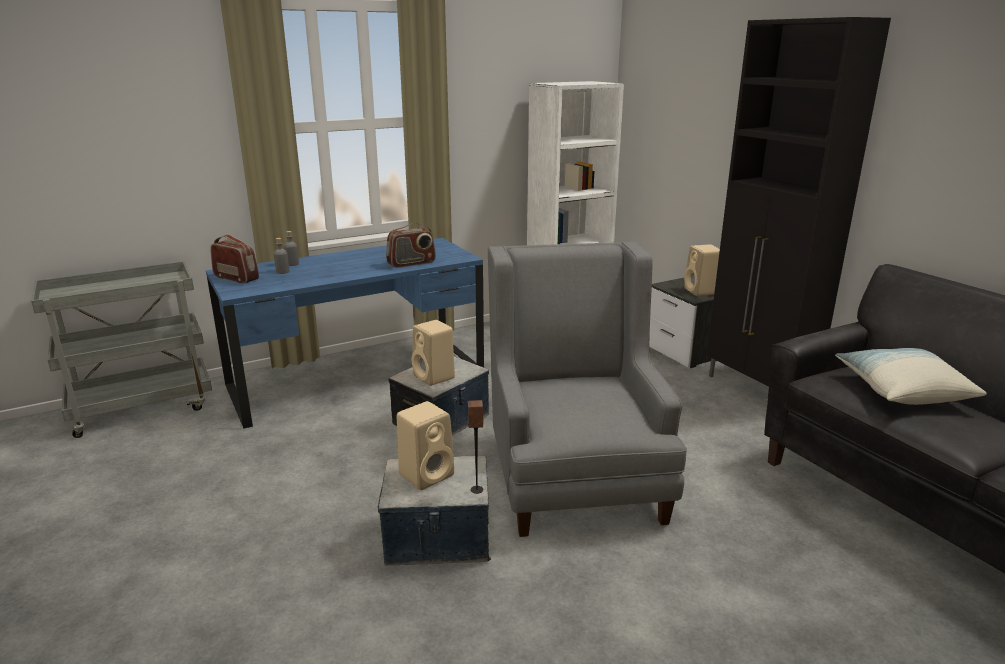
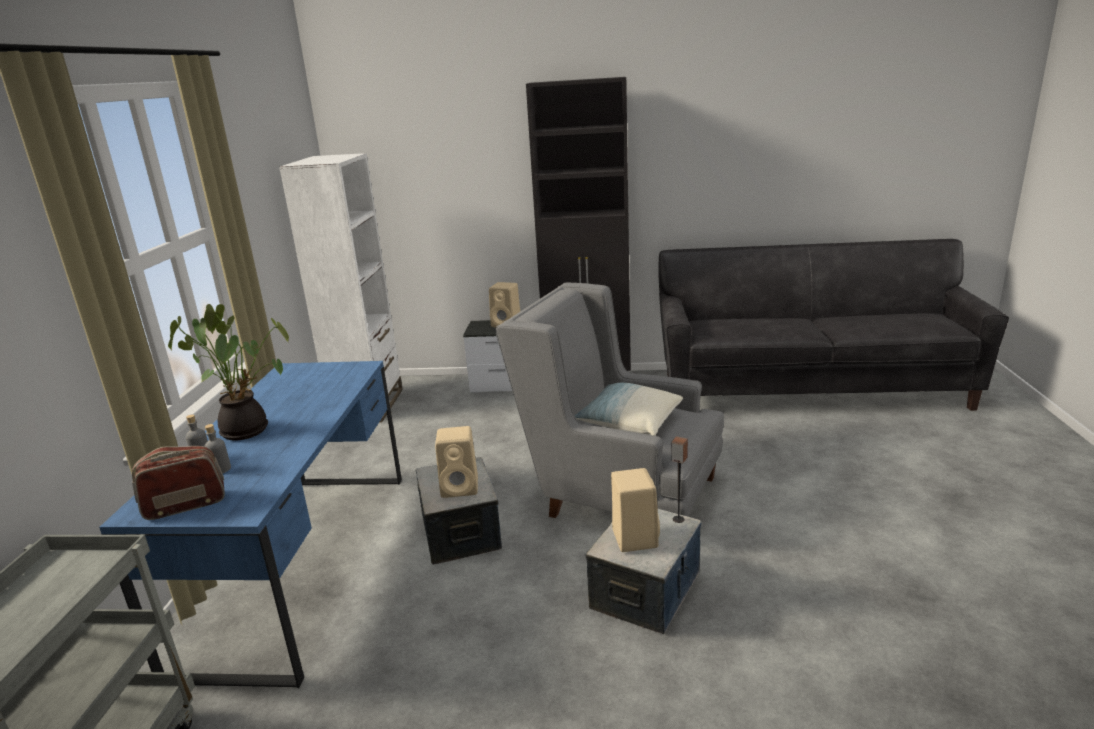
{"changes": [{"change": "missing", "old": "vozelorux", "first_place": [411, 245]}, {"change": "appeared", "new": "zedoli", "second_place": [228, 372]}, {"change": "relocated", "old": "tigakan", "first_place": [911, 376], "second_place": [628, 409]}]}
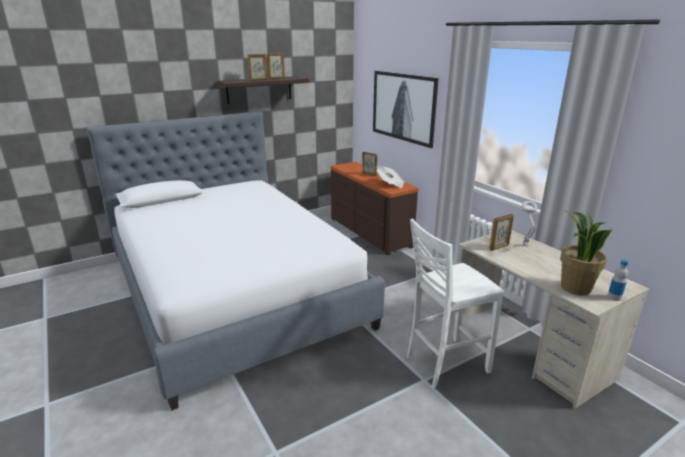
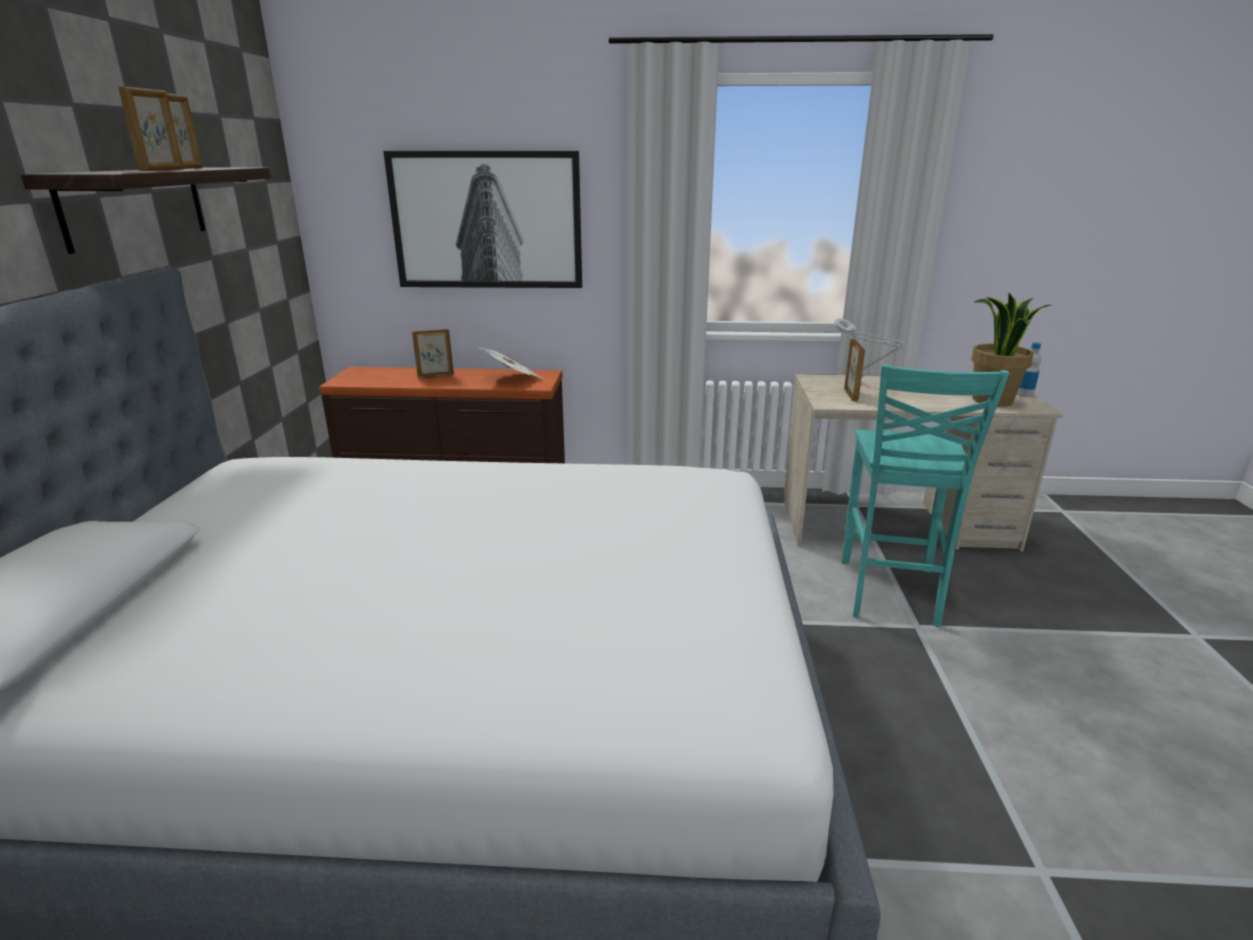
{"changes": [{"change": "colour", "old": "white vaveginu", "new": "turquoise vaveginu", "first_place": [455, 303], "second_place": [925, 495]}]}
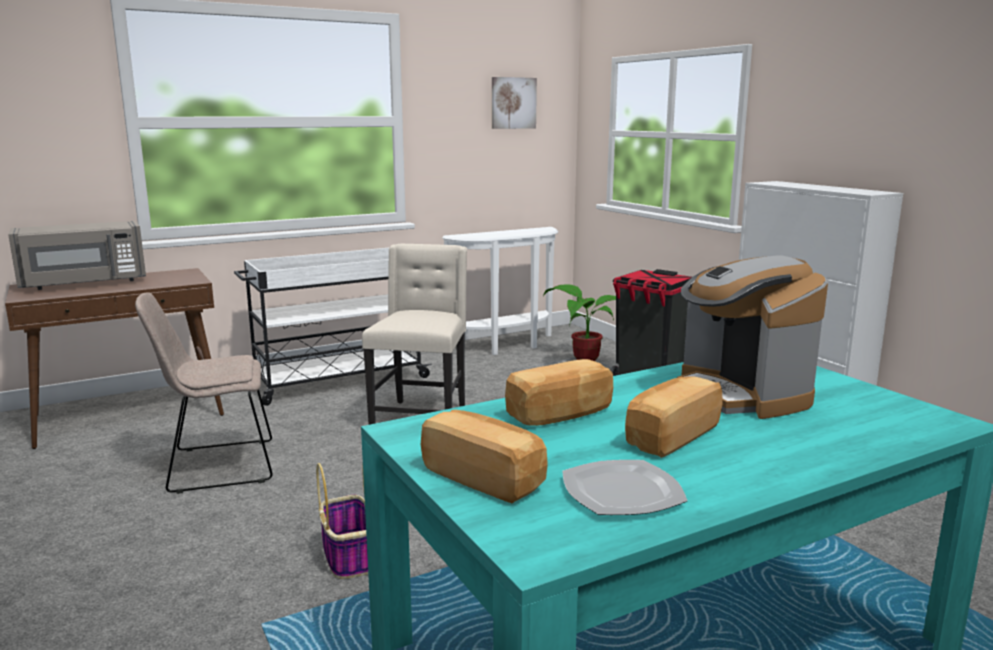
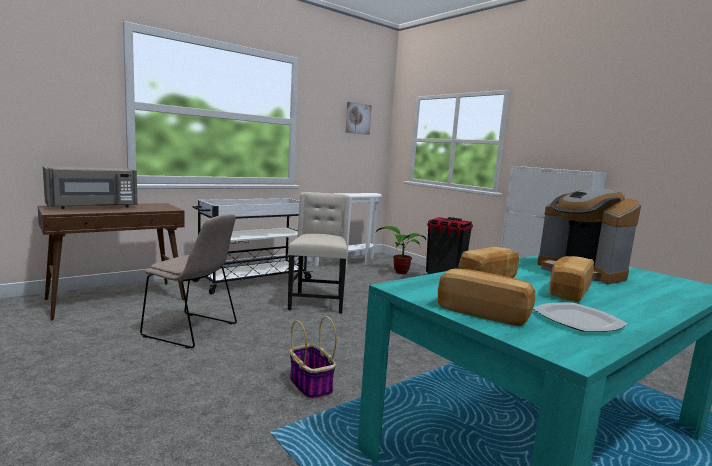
{"changes": [{"change": "spun", "old": "beige vaveginu", "first_place": [204, 393], "second_place": [188, 281], "degrees": -135}]}
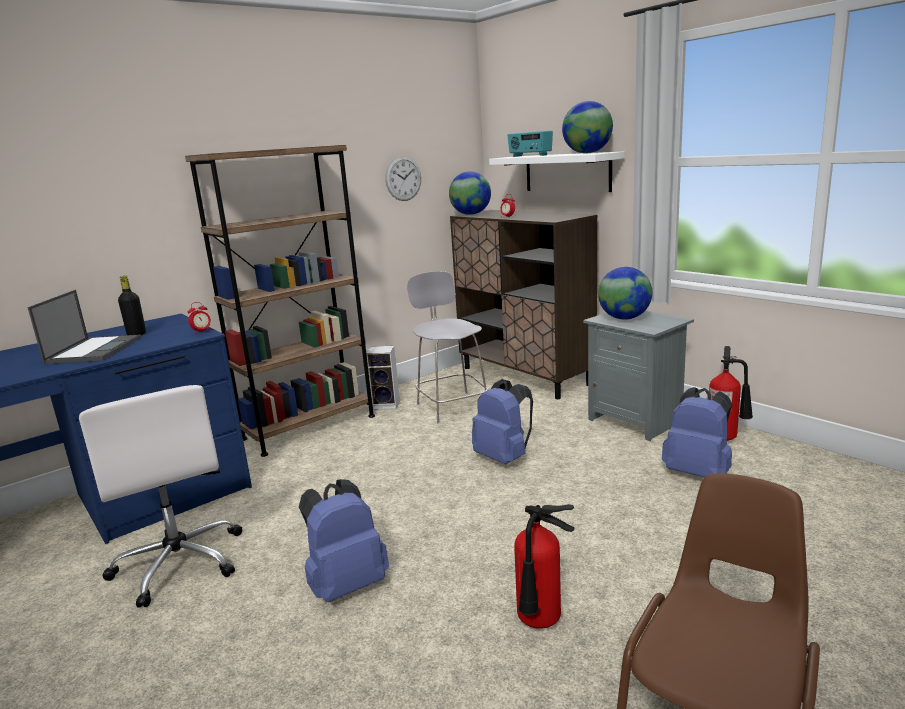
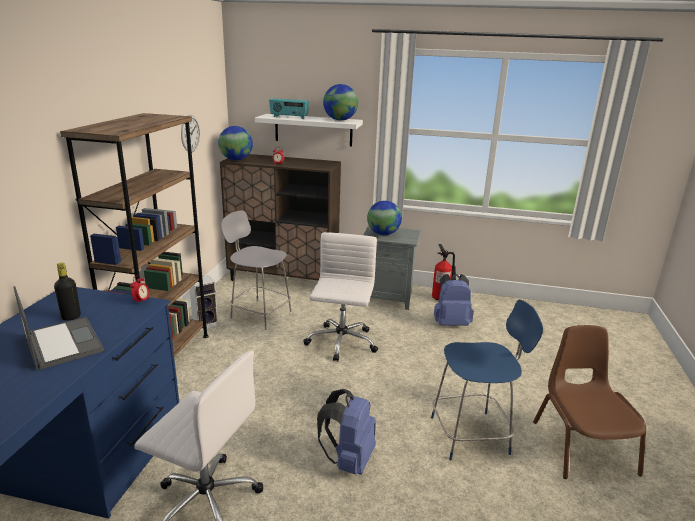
{"changes": [{"change": "exchanged", "old": "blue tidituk", "new": "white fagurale", "first_place": [502, 421], "second_place": [340, 296]}, {"change": "exchanged", "old": "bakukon", "new": "blue vaveginu", "first_place": [544, 566], "second_place": [487, 380]}]}
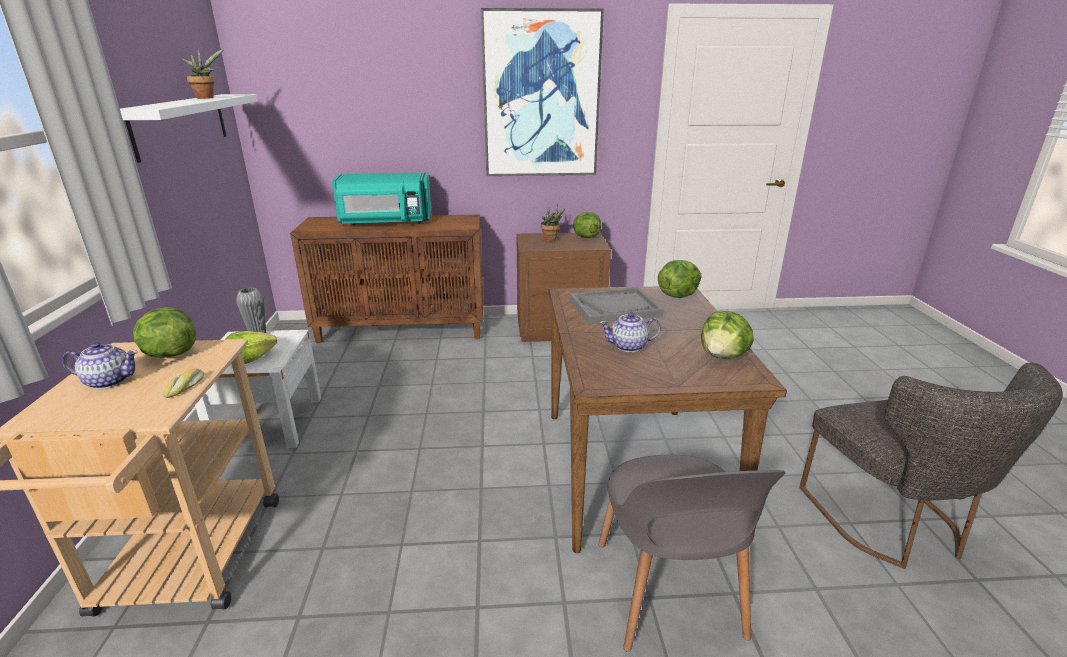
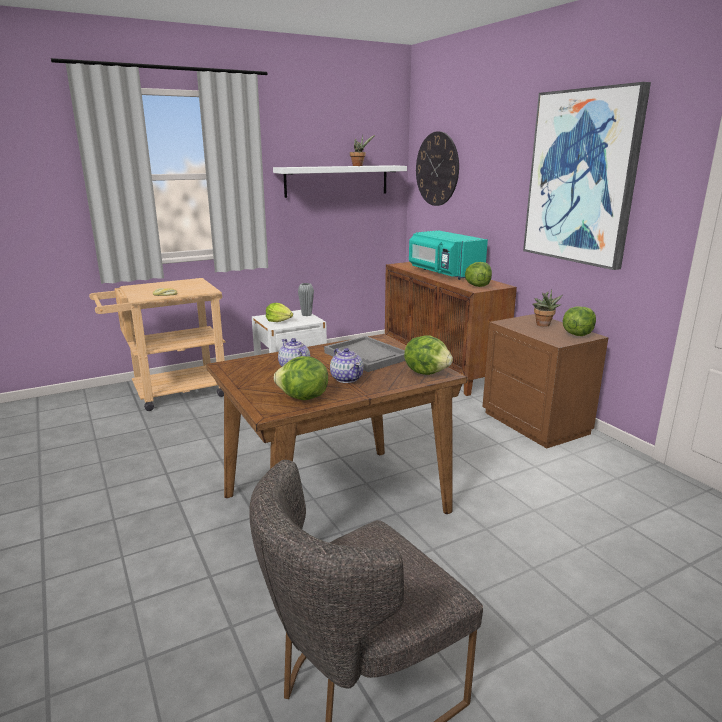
{"changes": [{"change": "missing", "old": "grey vaveginu", "first_place": [692, 553]}, {"change": "appeared", "new": "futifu", "second_place": [437, 168]}, {"change": "relocated", "old": "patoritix", "first_place": [100, 365], "second_place": [346, 365]}, {"change": "relocated", "old": "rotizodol", "first_place": [164, 332], "second_place": [478, 274]}]}
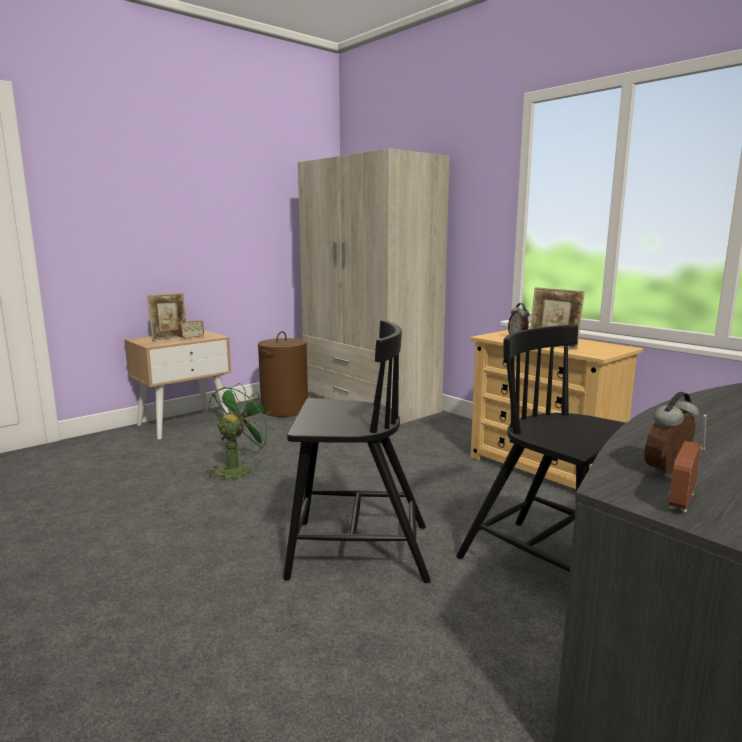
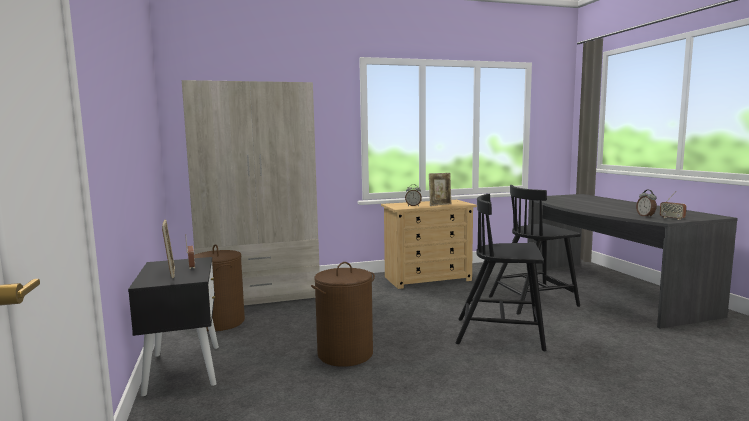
{"changes": [{"change": "exchanged", "old": "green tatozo", "new": "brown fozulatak", "first_place": [240, 432], "second_place": [343, 314]}, {"change": "colour", "old": "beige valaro", "new": "black valaro", "first_place": [178, 384], "second_place": [173, 326]}, {"change": "spun", "old": "black vaveginu", "first_place": [357, 451], "second_place": [500, 272], "degrees": -105}]}
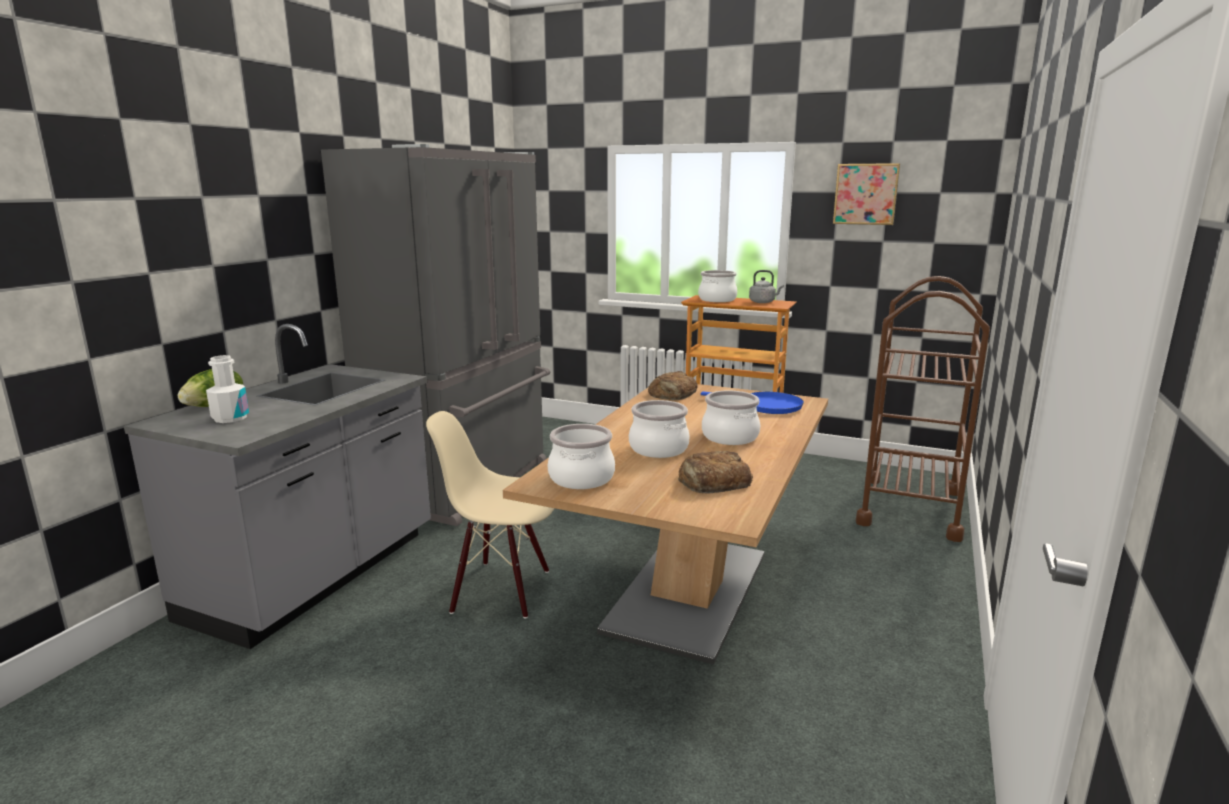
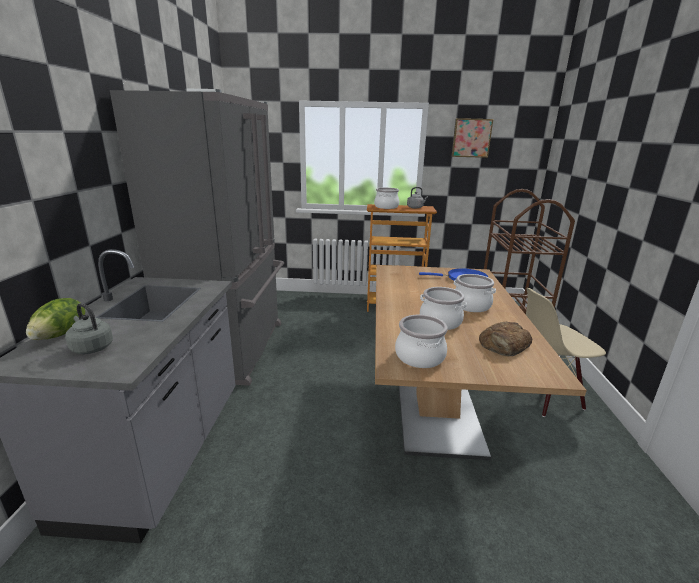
{"changes": [{"change": "missing", "old": "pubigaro", "first_place": [672, 385]}, {"change": "relocated", "old": "beige vaveginu", "first_place": [490, 515], "second_place": [566, 352]}, {"change": "exchanged", "old": "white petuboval", "new": "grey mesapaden", "first_place": [227, 389], "second_place": [89, 328]}]}
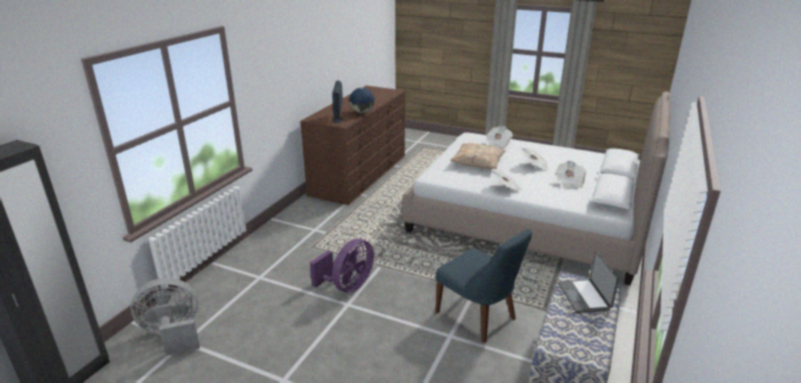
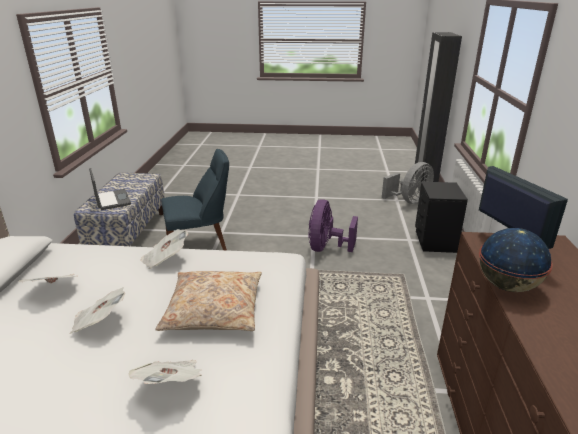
{"changes": [{"change": "appeared", "new": "black valaro", "second_place": [441, 217]}, {"change": "spun", "old": "blue vaveginu", "first_place": [483, 286], "second_place": [195, 199], "degrees": 135}]}
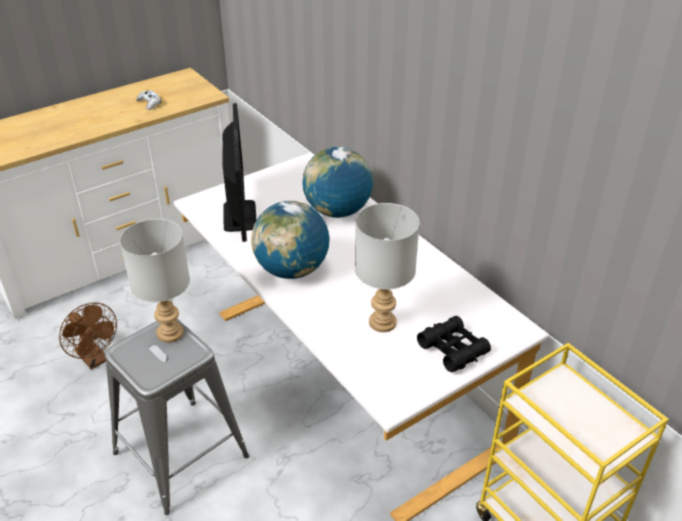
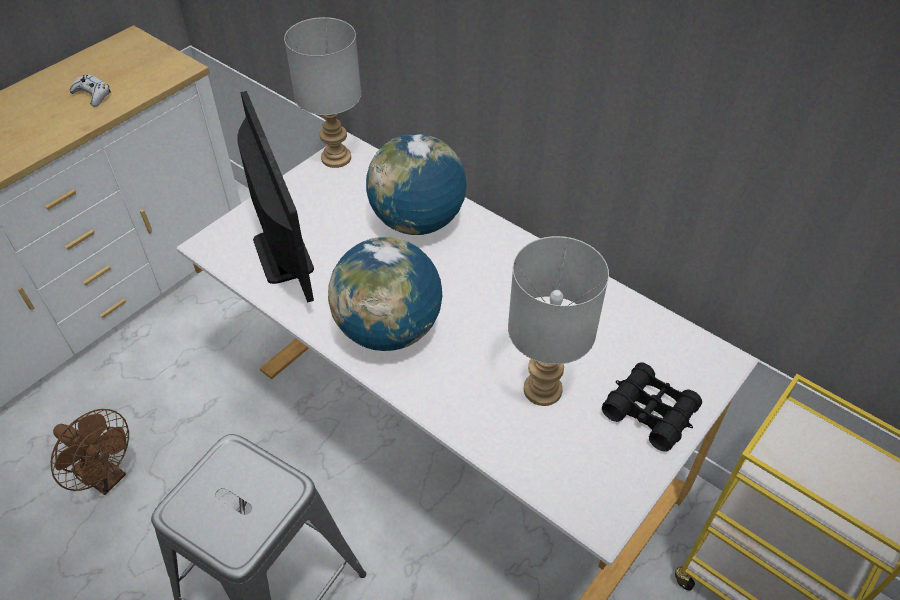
{"changes": [{"change": "relocated", "old": "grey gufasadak", "first_place": [155, 281], "second_place": [322, 92]}]}
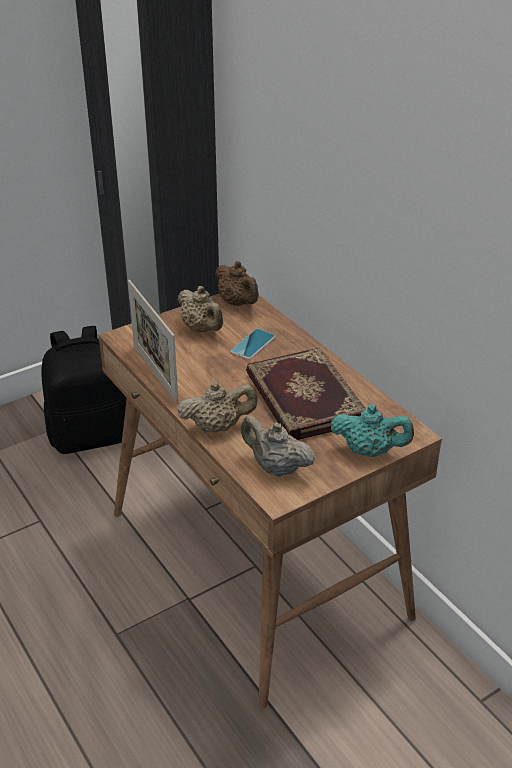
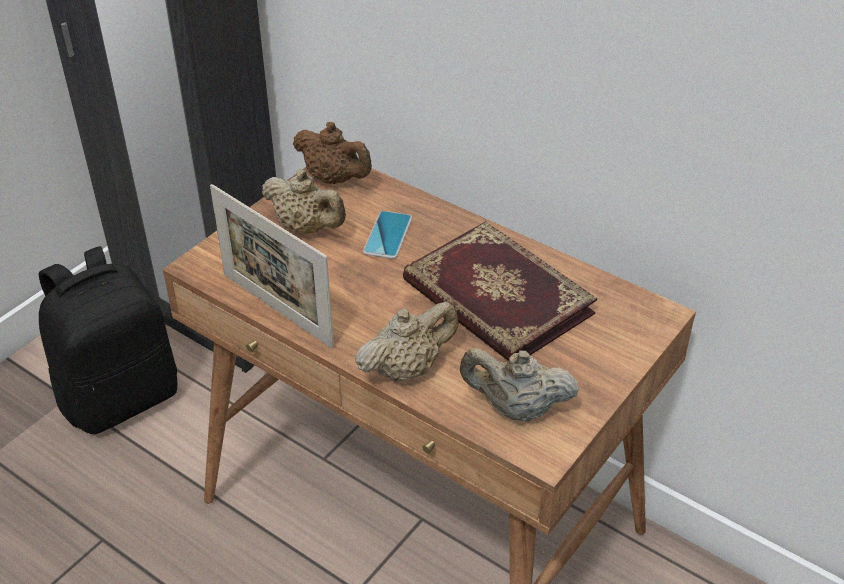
{"changes": [{"change": "missing", "old": "turquoise patoritix", "first_place": [372, 430]}]}
